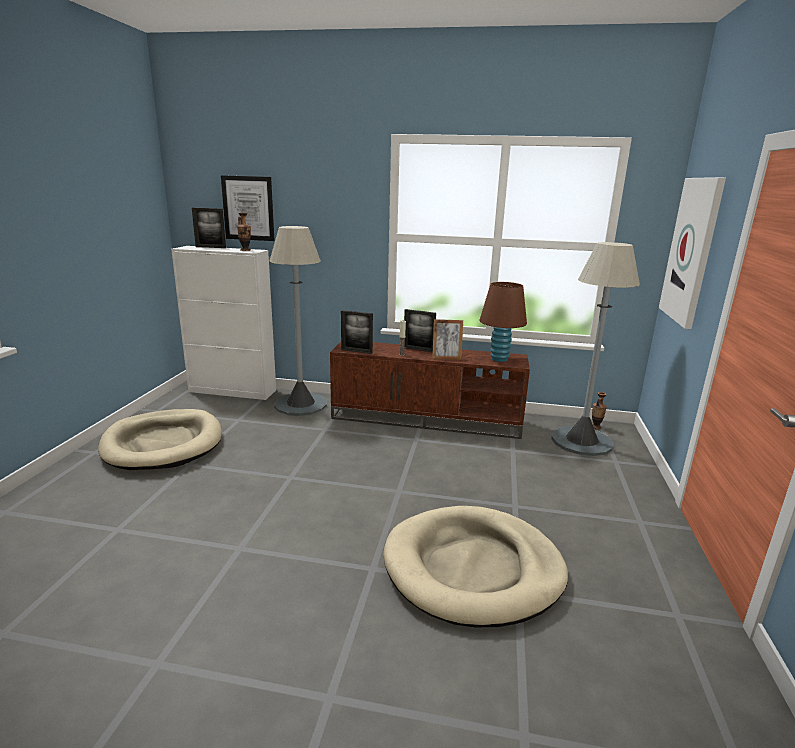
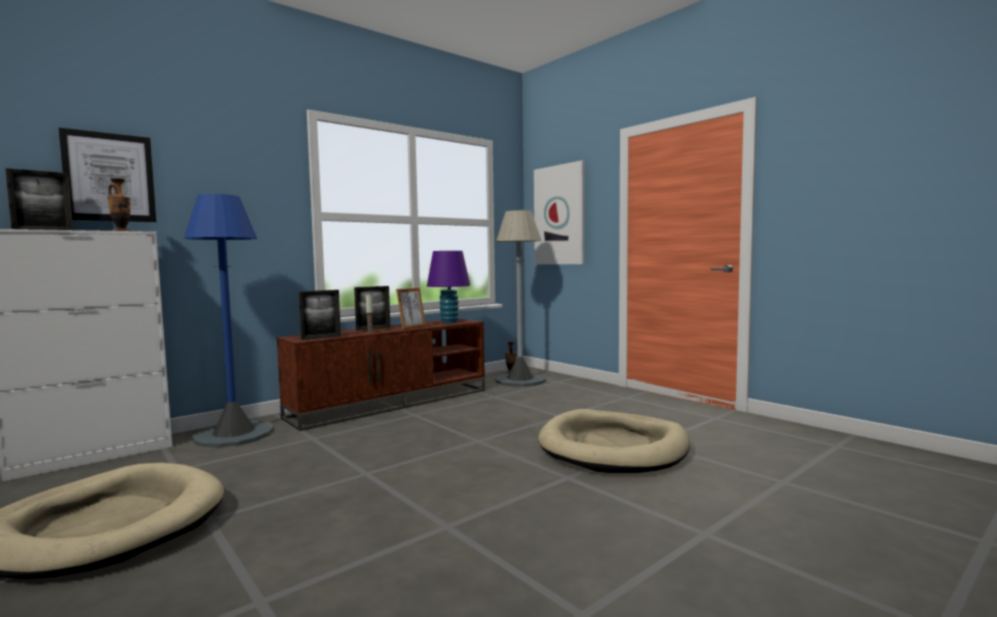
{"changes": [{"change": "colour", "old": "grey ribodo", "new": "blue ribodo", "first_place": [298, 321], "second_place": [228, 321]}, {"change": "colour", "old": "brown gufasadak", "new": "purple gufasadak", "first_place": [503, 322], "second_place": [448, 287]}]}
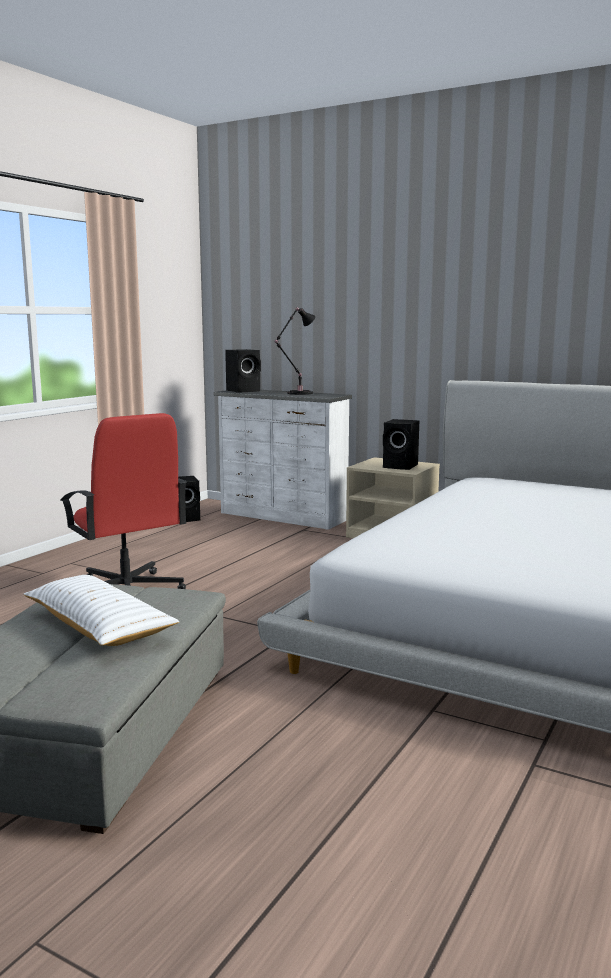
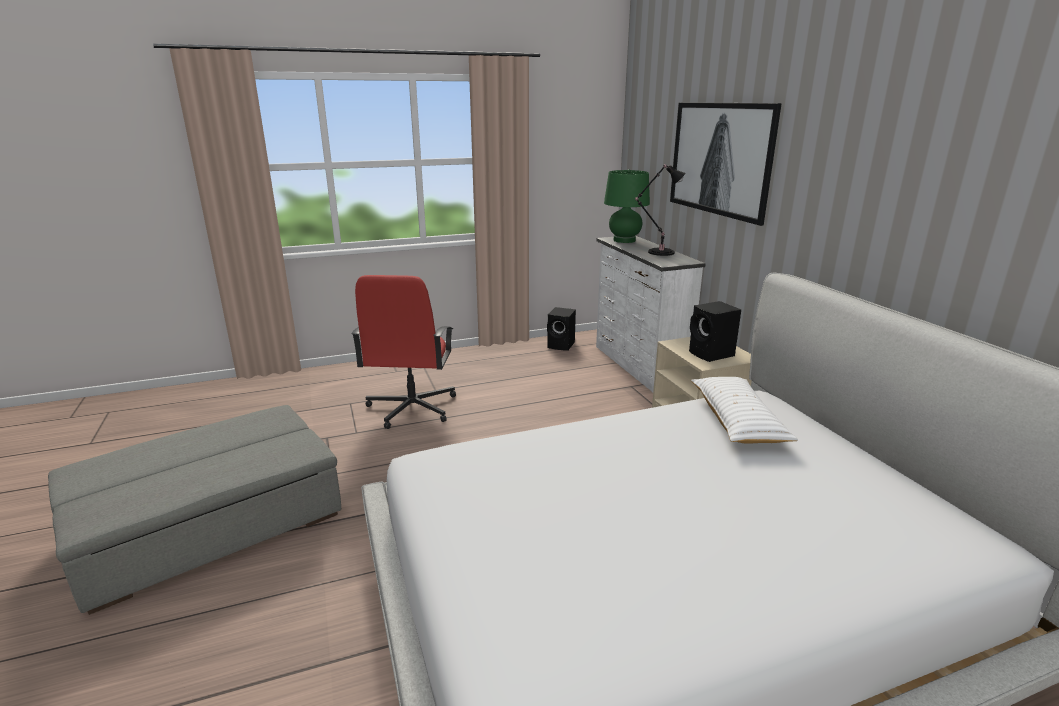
{"changes": [{"change": "appeared", "new": "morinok", "second_place": [726, 164]}, {"change": "relocated", "old": "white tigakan", "first_place": [101, 610], "second_place": [744, 410]}, {"change": "exchanged", "old": "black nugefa", "new": "green gufasadak", "first_place": [243, 371], "second_place": [627, 206]}]}
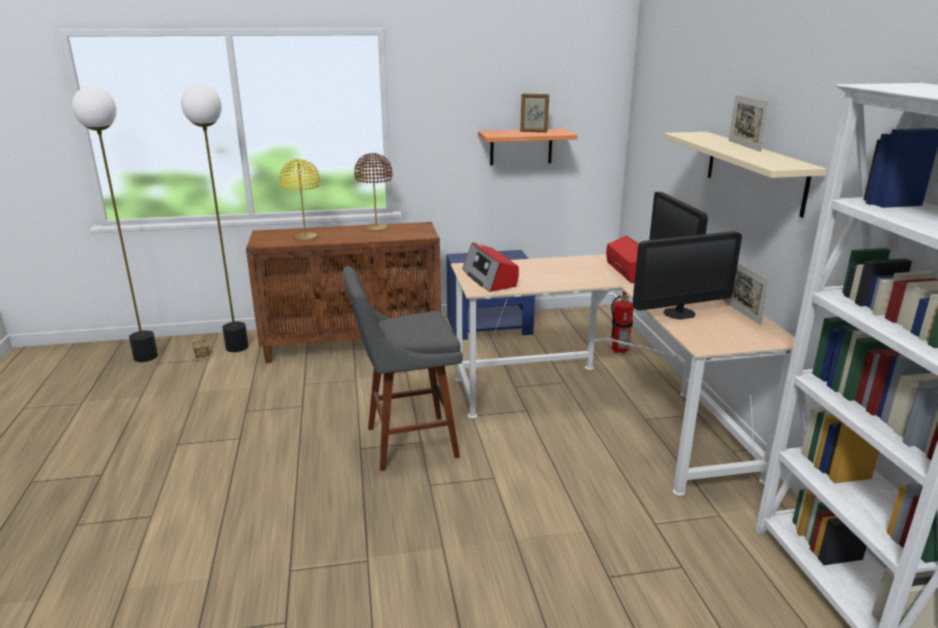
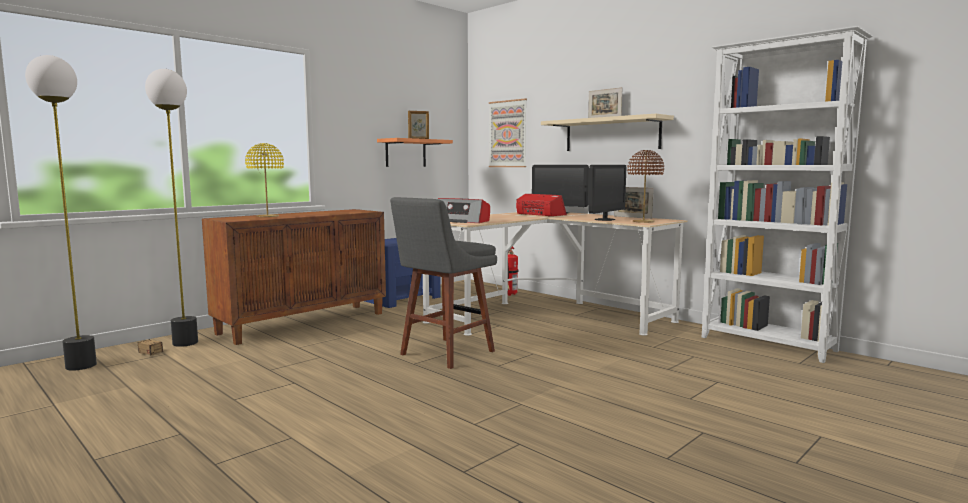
{"changes": [{"change": "appeared", "new": "morinok", "second_place": [508, 133]}, {"change": "relocated", "old": "brown gufasadak", "first_place": [373, 192], "second_place": [645, 186]}]}
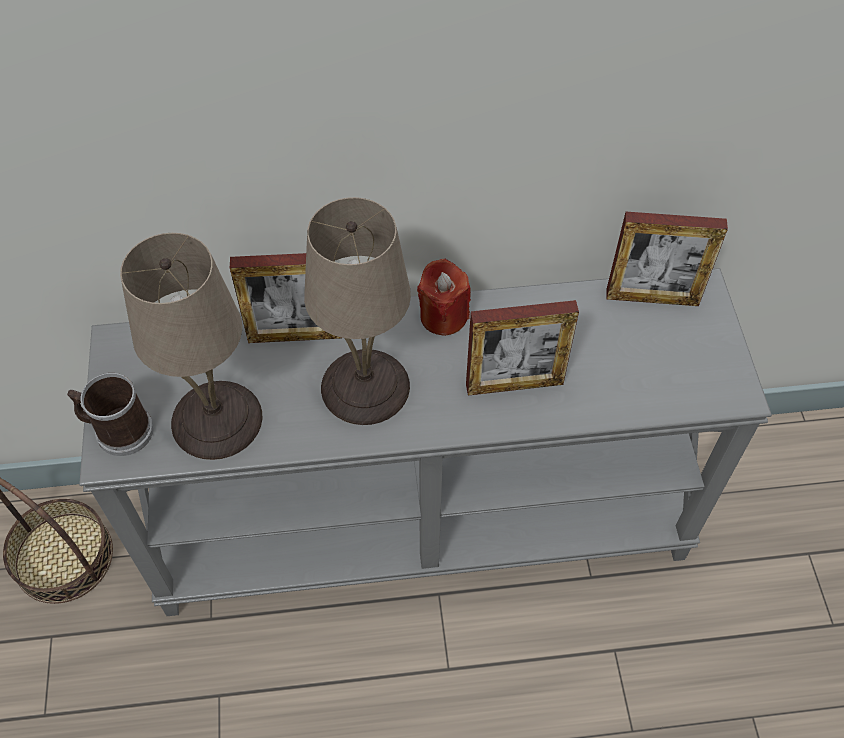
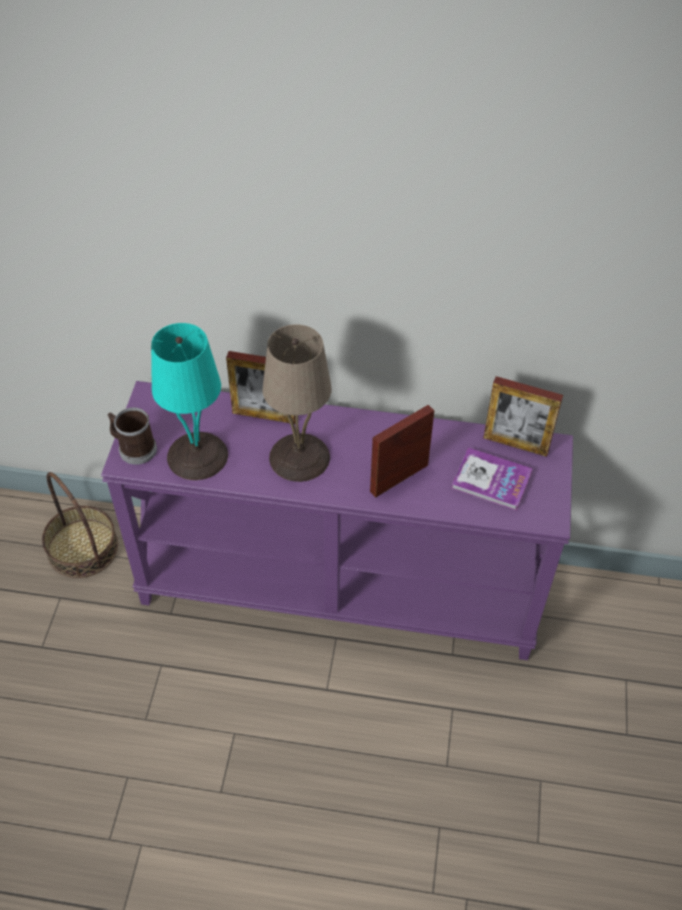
{"changes": [{"change": "missing", "old": "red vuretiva", "first_place": [444, 297]}, {"change": "appeared", "new": "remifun", "second_place": [492, 479]}, {"change": "colour", "old": "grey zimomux", "new": "purple zimomux", "first_place": [425, 442], "second_place": [337, 520]}, {"change": "colour", "old": "beige gufasadak", "new": "turquoise gufasadak", "first_place": [191, 346], "second_place": [189, 401]}, {"change": "spun", "old": "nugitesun", "first_place": [522, 348], "second_place": [402, 451], "degrees": 135}]}
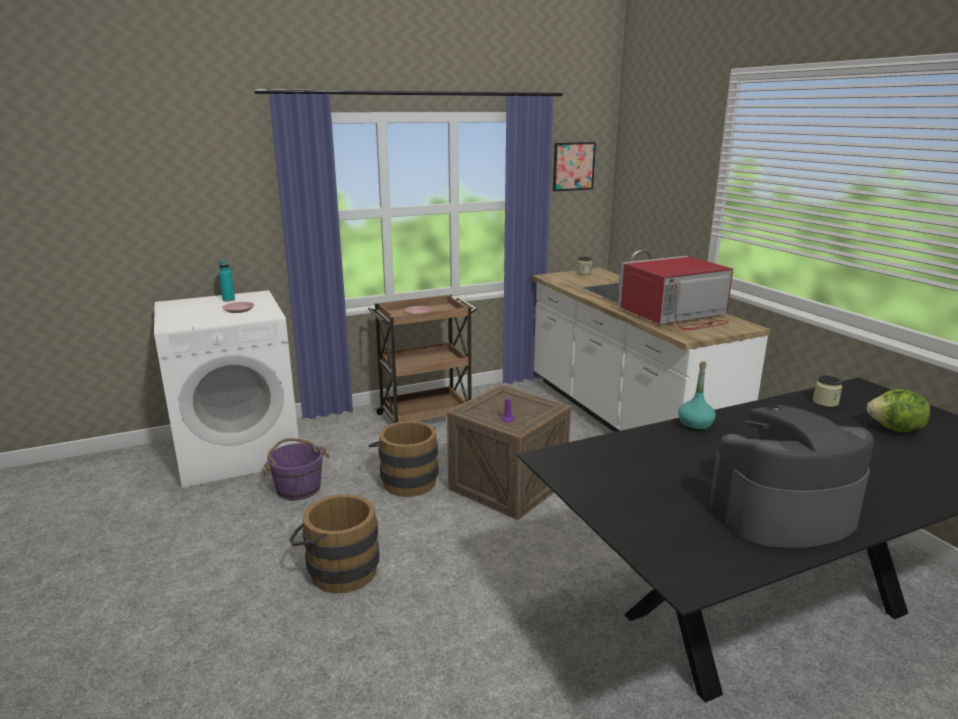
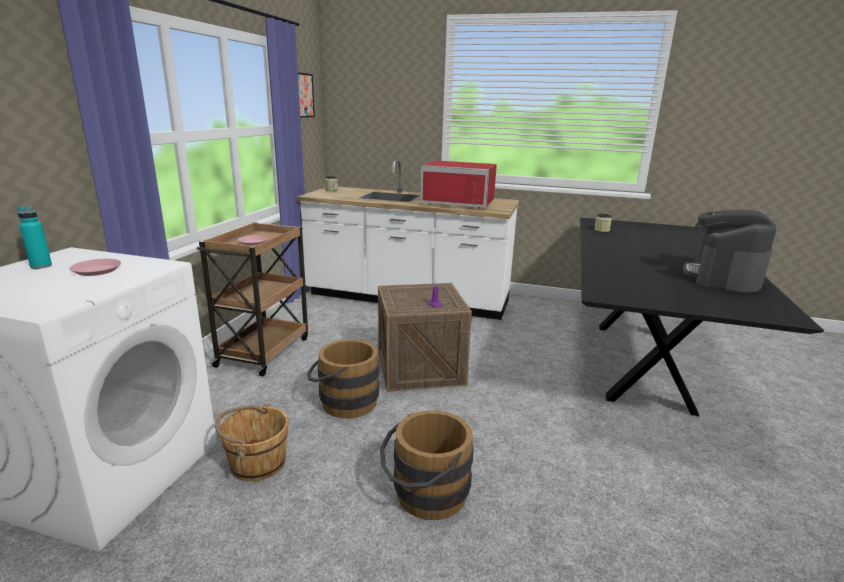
{"changes": [{"change": "missing", "old": "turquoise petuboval", "first_place": [697, 396]}, {"change": "missing", "old": "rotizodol", "first_place": [898, 410]}, {"change": "colour", "old": "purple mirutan", "new": "brown mirutan", "first_place": [296, 469], "second_place": [252, 442]}, {"change": "spun", "old": "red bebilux", "first_place": [675, 293], "second_place": [458, 184], "degrees": -90}]}
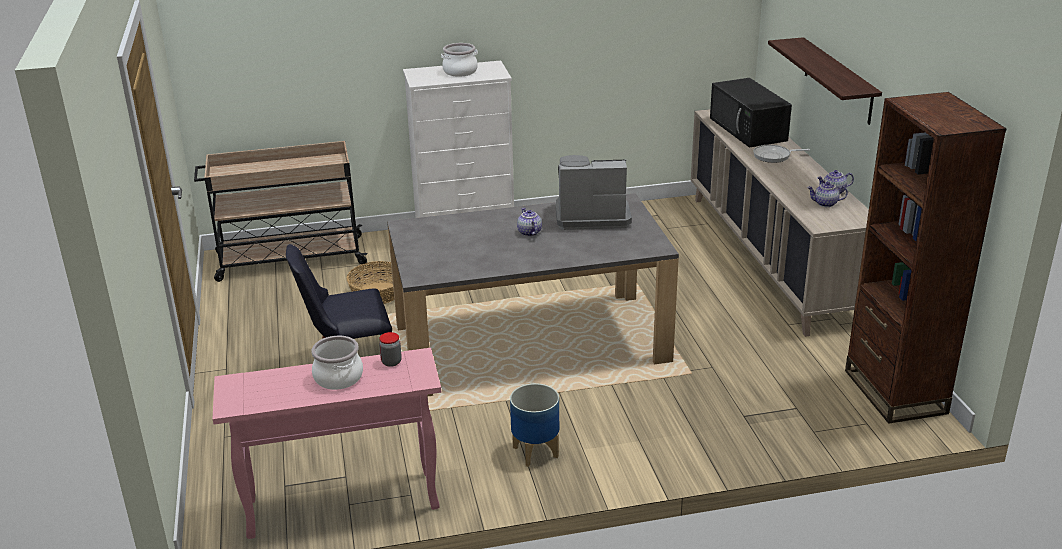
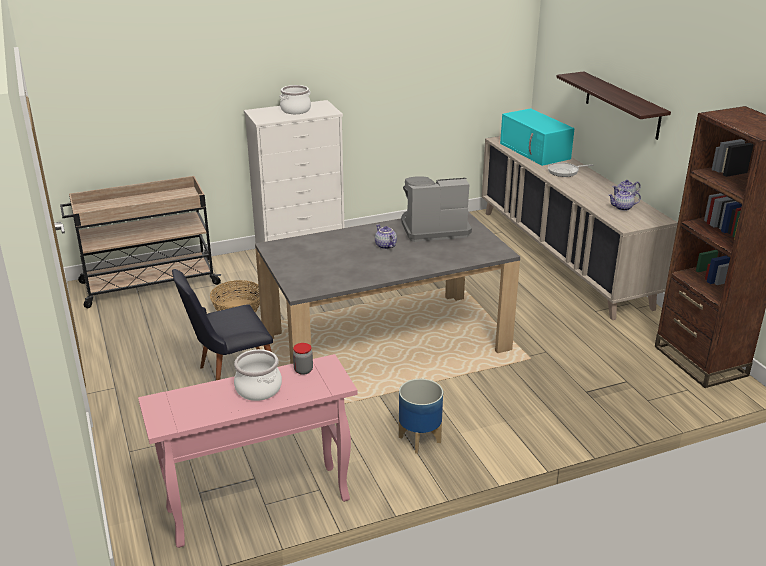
{"changes": [{"change": "colour", "old": "black bebilux", "new": "turquoise bebilux", "first_place": [751, 113], "second_place": [537, 137]}]}
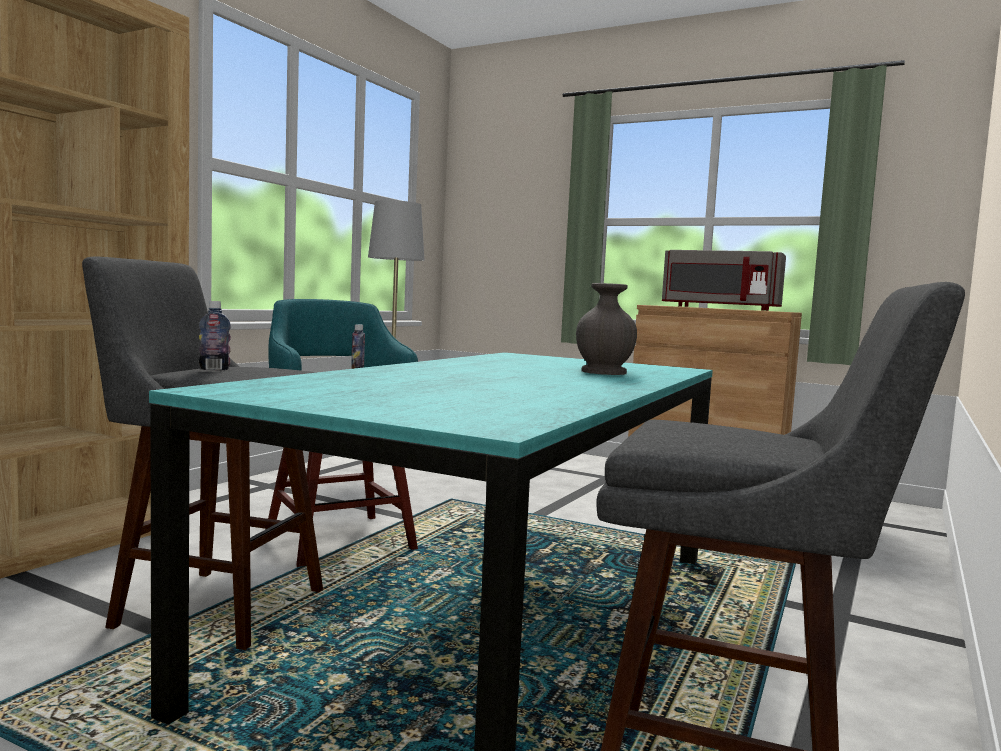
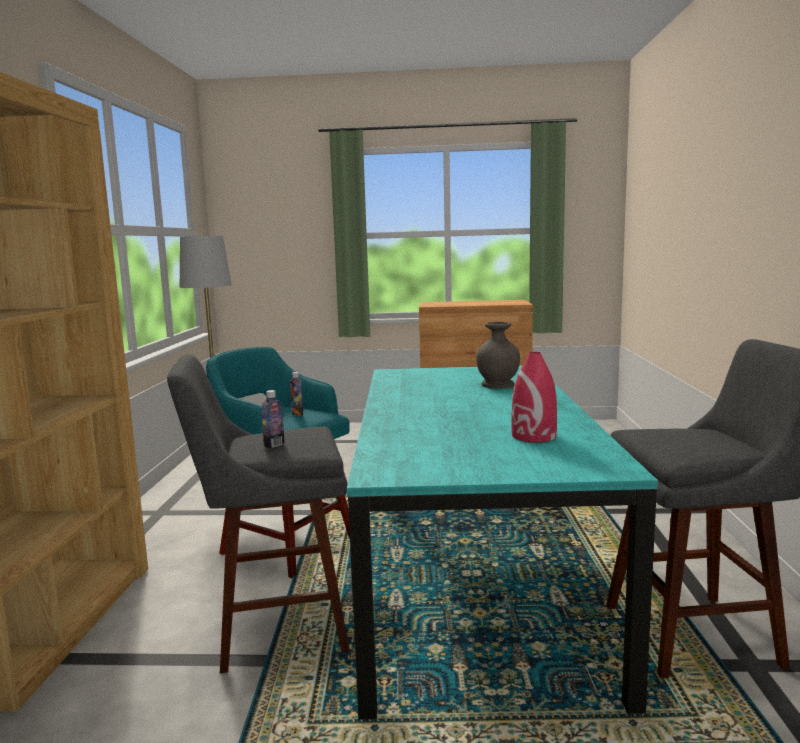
{"changes": [{"change": "missing", "old": "grey bebilux", "first_place": [724, 280]}, {"change": "appeared", "new": "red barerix", "second_place": [534, 397]}]}
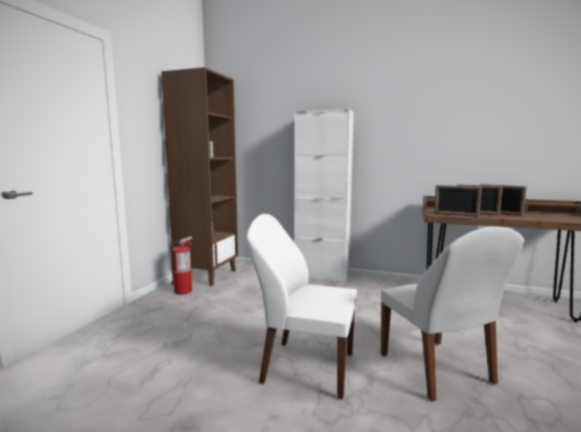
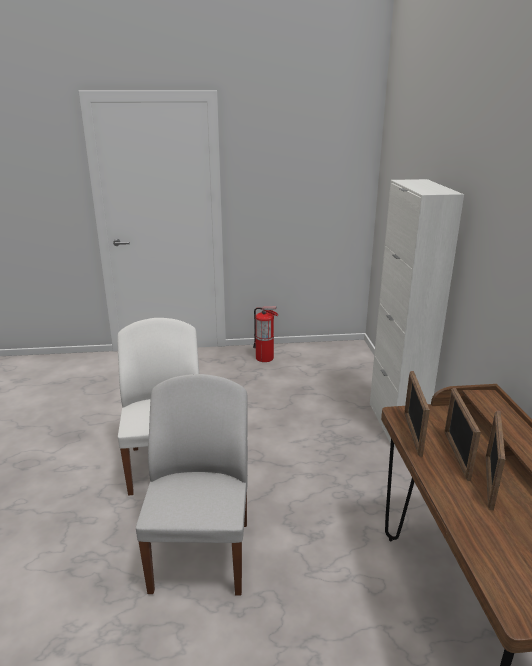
{"changes": [{"change": "missing", "old": "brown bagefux", "first_place": [199, 176]}, {"change": "spun", "old": "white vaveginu", "first_place": [452, 314], "second_place": [192, 484], "degrees": 135}]}
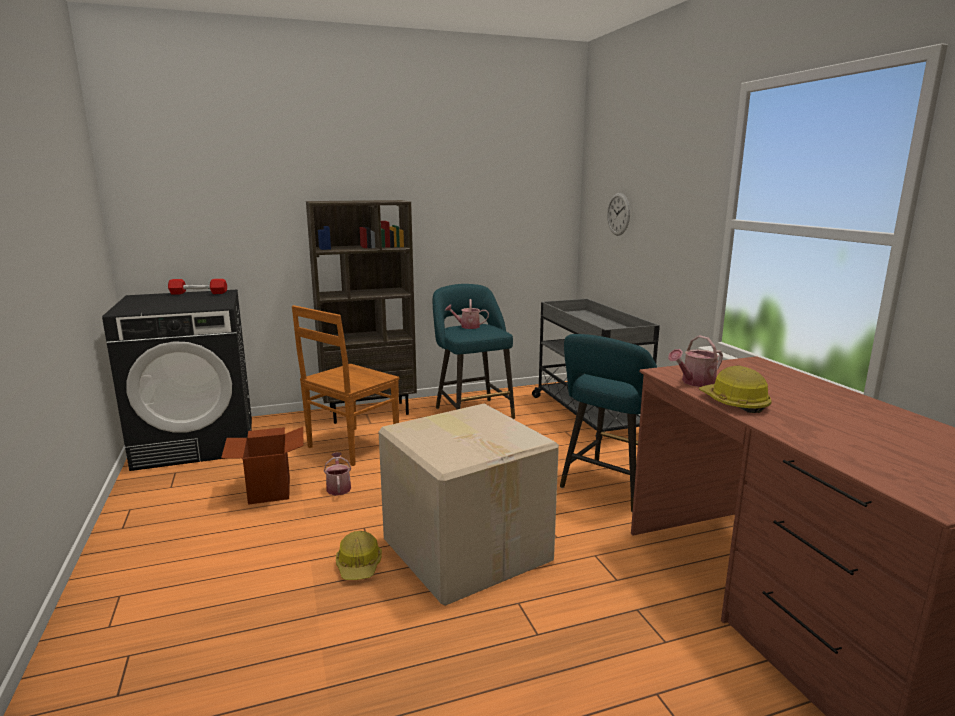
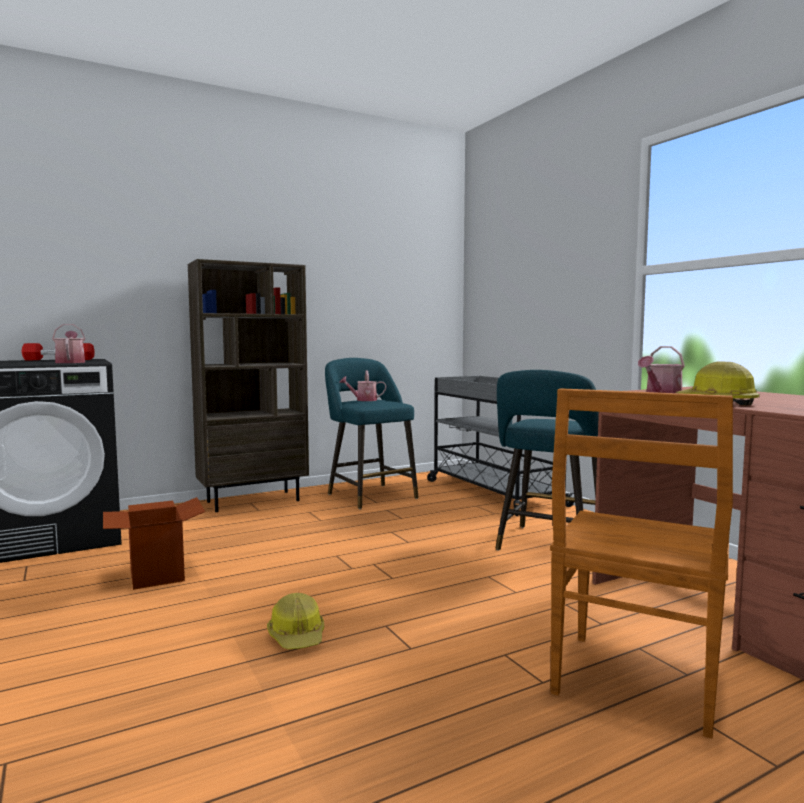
{"changes": [{"change": "missing", "old": "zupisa", "first_place": [468, 505]}, {"change": "missing", "old": "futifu", "first_place": [618, 214]}, {"change": "relocated", "old": "brown vaveginu", "first_place": [345, 385], "second_place": [641, 563]}, {"change": "relocated", "old": "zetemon", "first_place": [337, 474], "second_place": [68, 343]}]}
